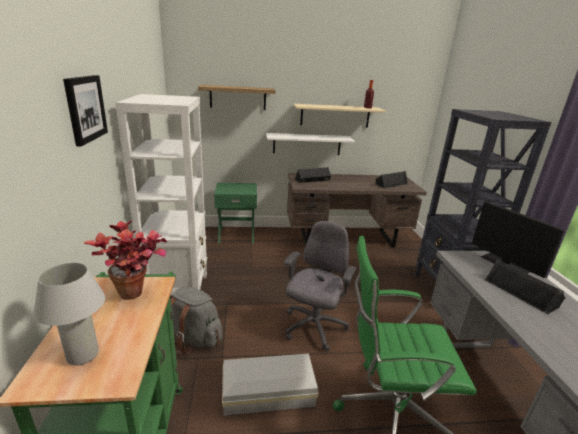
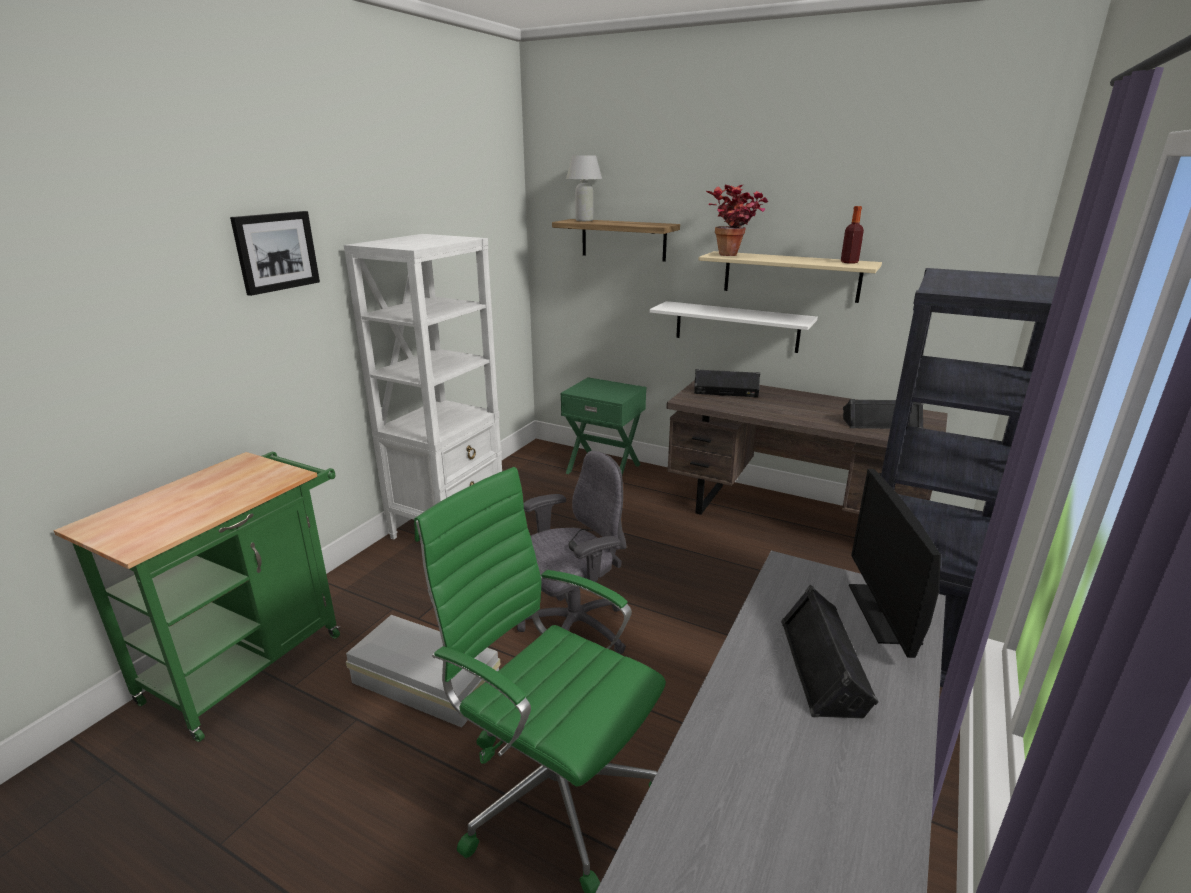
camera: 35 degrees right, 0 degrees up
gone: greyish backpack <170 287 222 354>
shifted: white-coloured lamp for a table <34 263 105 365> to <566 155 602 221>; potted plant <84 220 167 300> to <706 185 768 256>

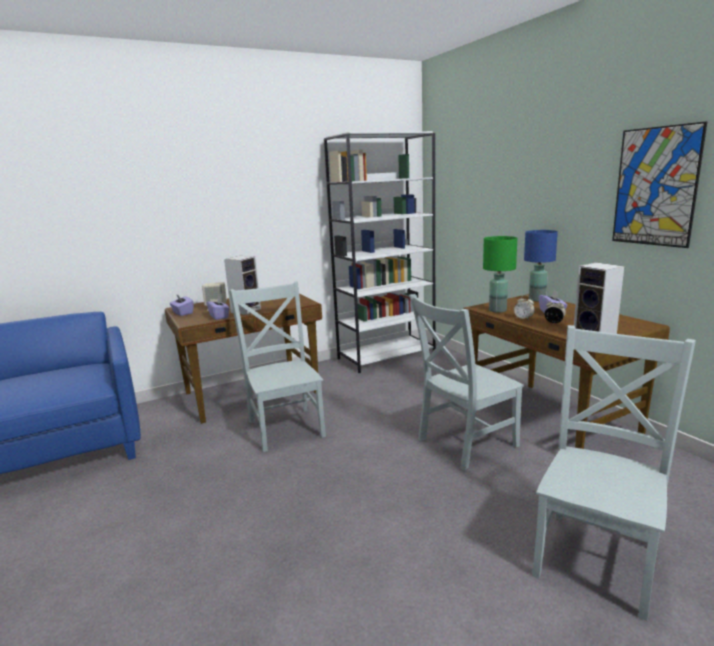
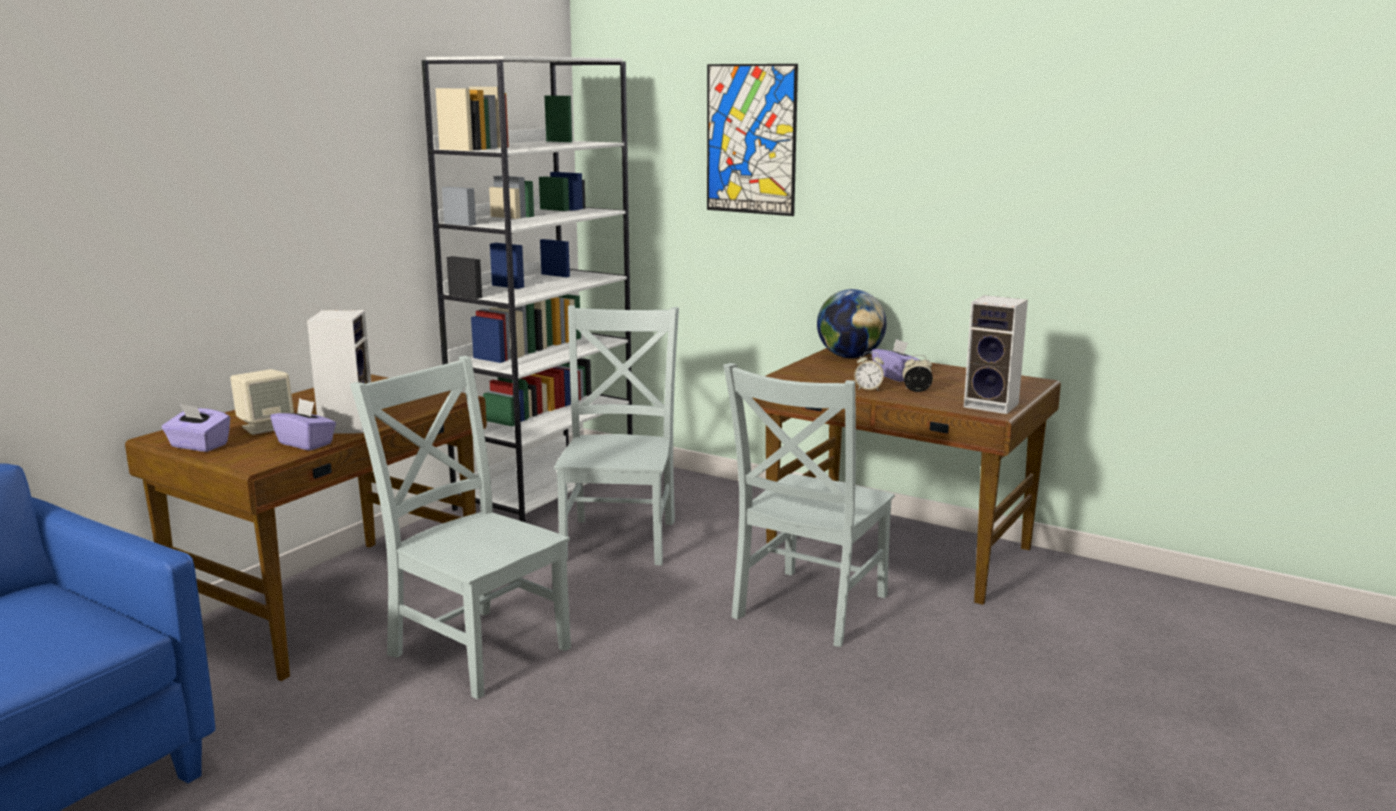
camera: 30 degrees left, 0 degrees up
gone: greenish lamp for a table <483 236 517 313>
shifted: greyish upright chair <532 325 696 621> to <554 305 679 565>; picture <612 121 708 248> to <707 64 798 216>
swapped: bluish lamp for a table <524 230 558 302> to world globe <817 289 887 358>

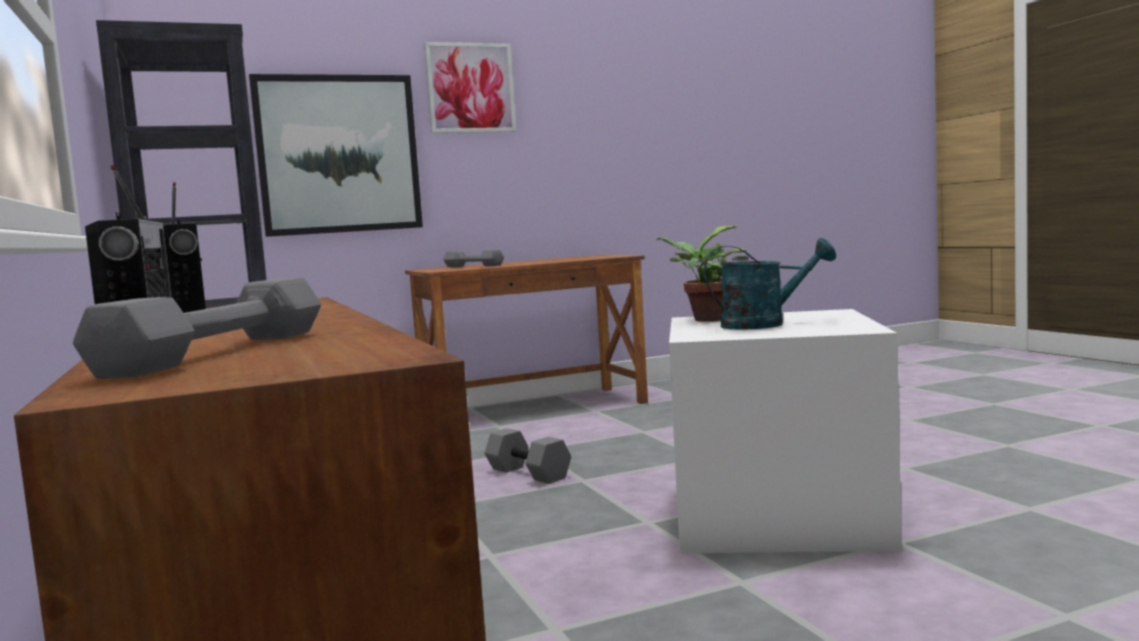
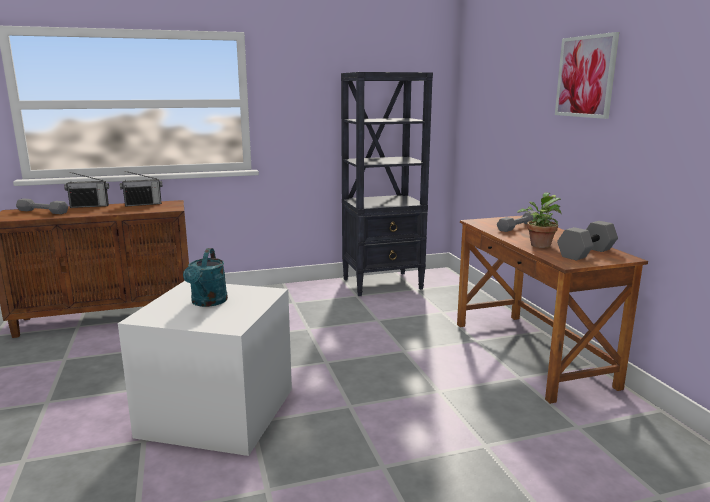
camera: 95 degrees right, 10 degrees up
gone: picture <249 74 423 237>
shifted: potted plant <656 226 749 322> to <517 192 562 248>; greyish free weight <485 428 571 484> to <557 221 618 260>

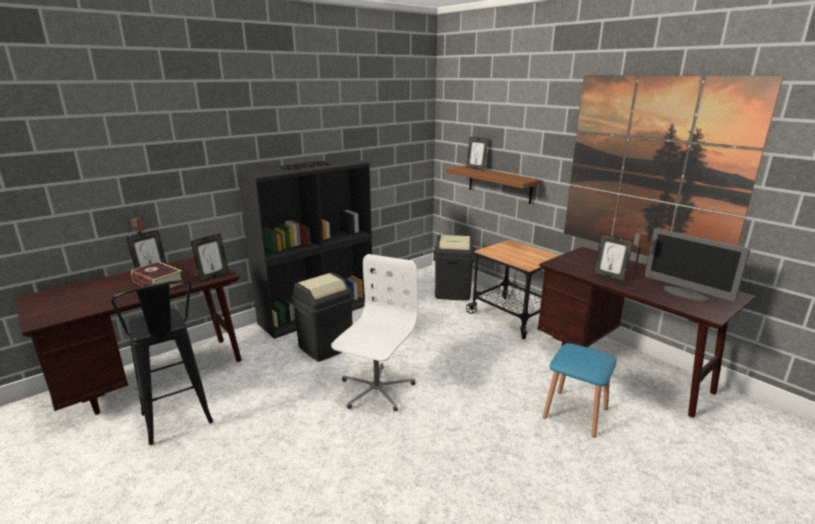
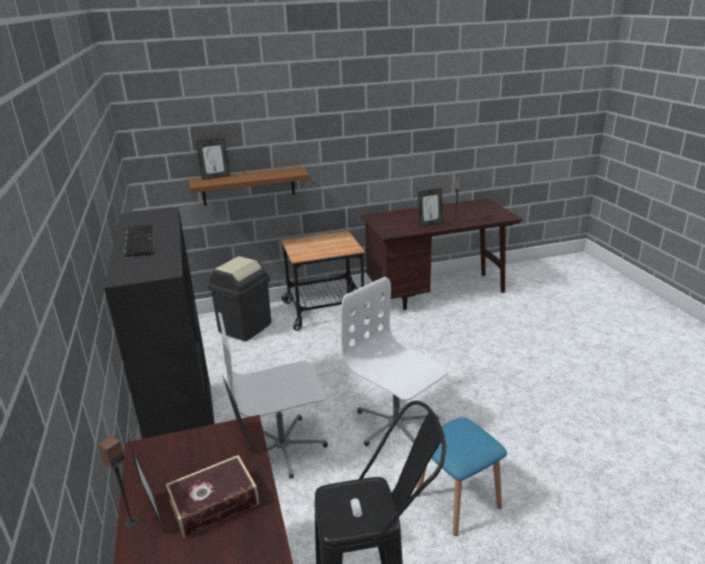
camera: 65 degrees left, 5 degrees up
gone: picture <564 75 783 256>; monitor <644 228 750 302>
shifted: bluish sitting stool <543 343 617 437> to <416 417 507 536>
swapped: blackish trash can <291 272 354 362> to white-coloured desk chair <218 312 328 479>

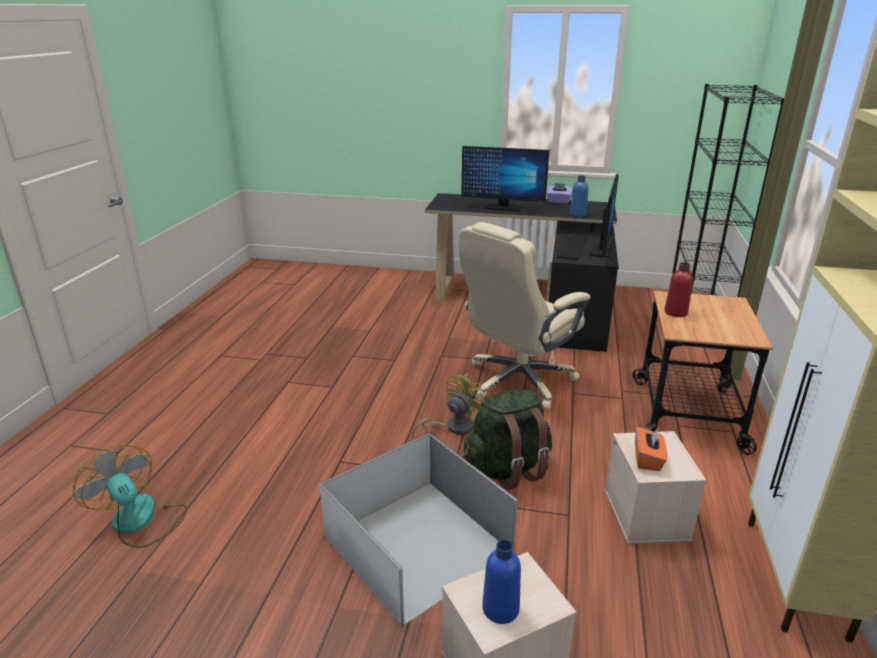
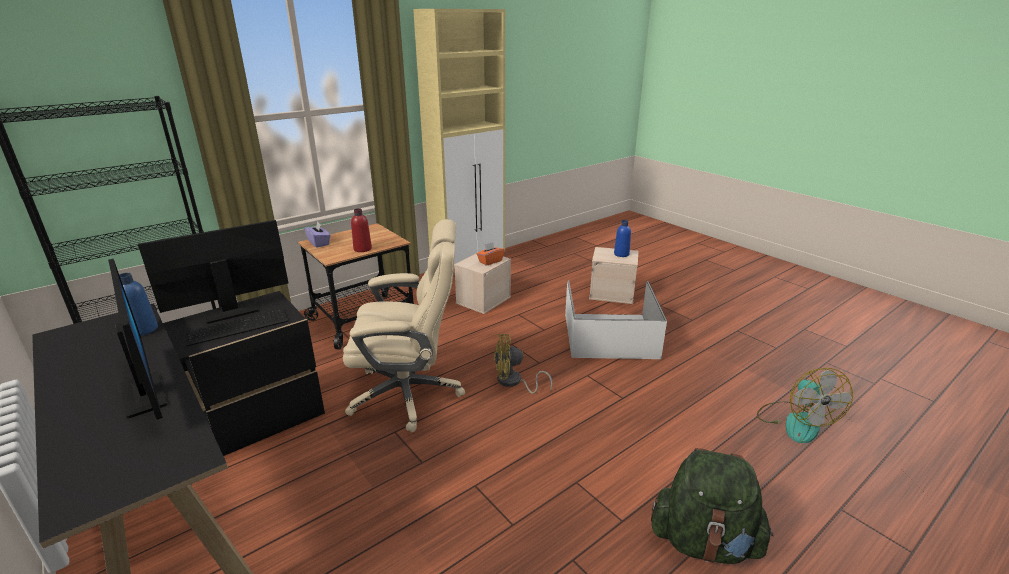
camera: 140 degrees left, 0 degrees up
shifted: purple-coloured tissue holder <547 183 573 204> to <304 221 331 248>; greenish backpack <463 390 552 490> to <651 448 774 564>

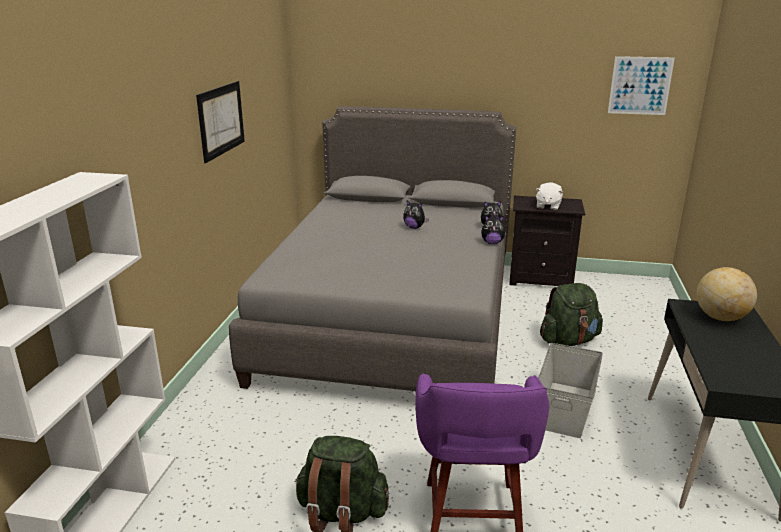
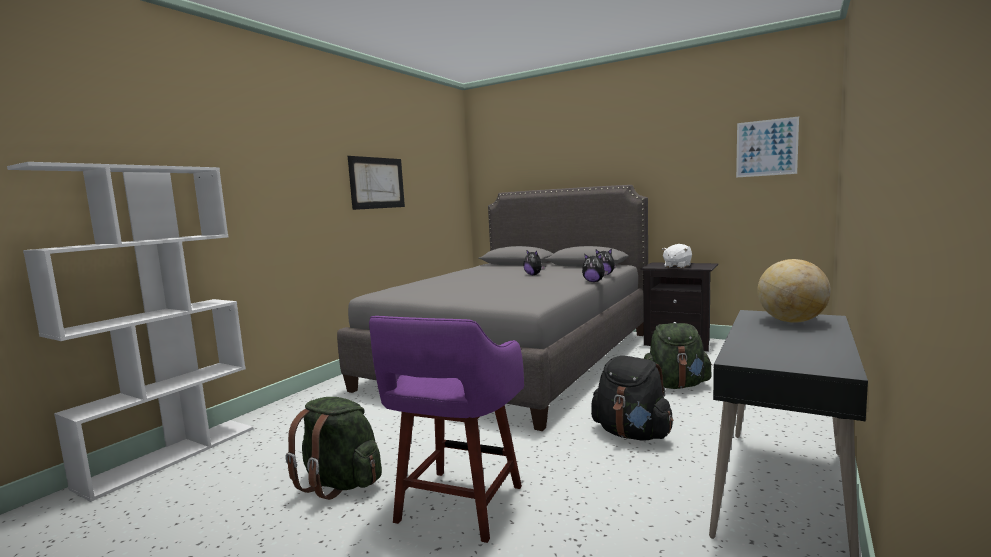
camera: 20 degrees right, 15 degrees down
swapped: greyish storage container <538 343 603 438> to blackish backpack <591 356 673 441>

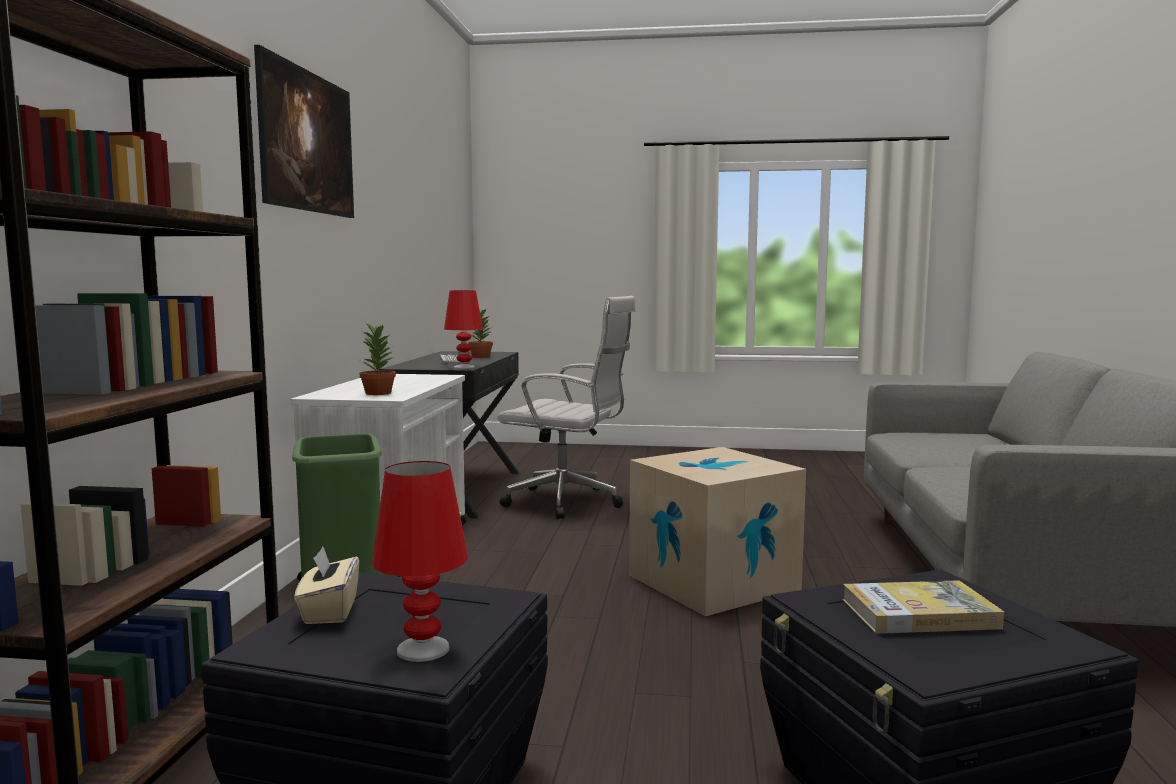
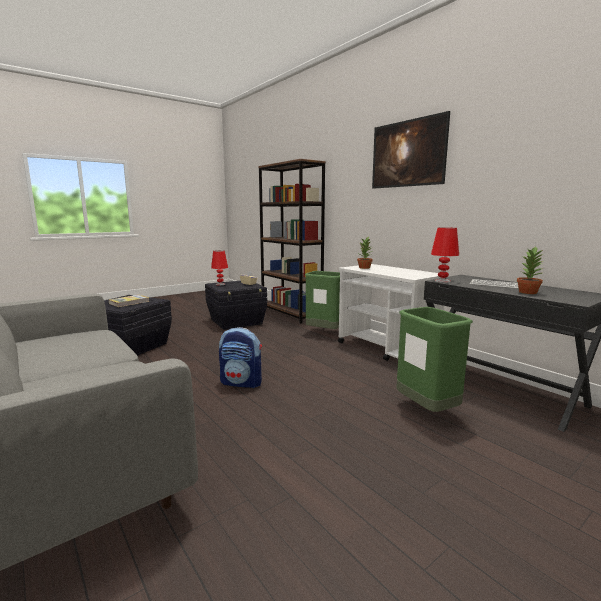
camera: 135 degrees right, 5 degrees up
swapped: cardboard box <629 447 806 616> to backpack <219 327 262 388>; white-coloured desk chair <497 296 636 519> to greenish trash can <396 307 473 412>

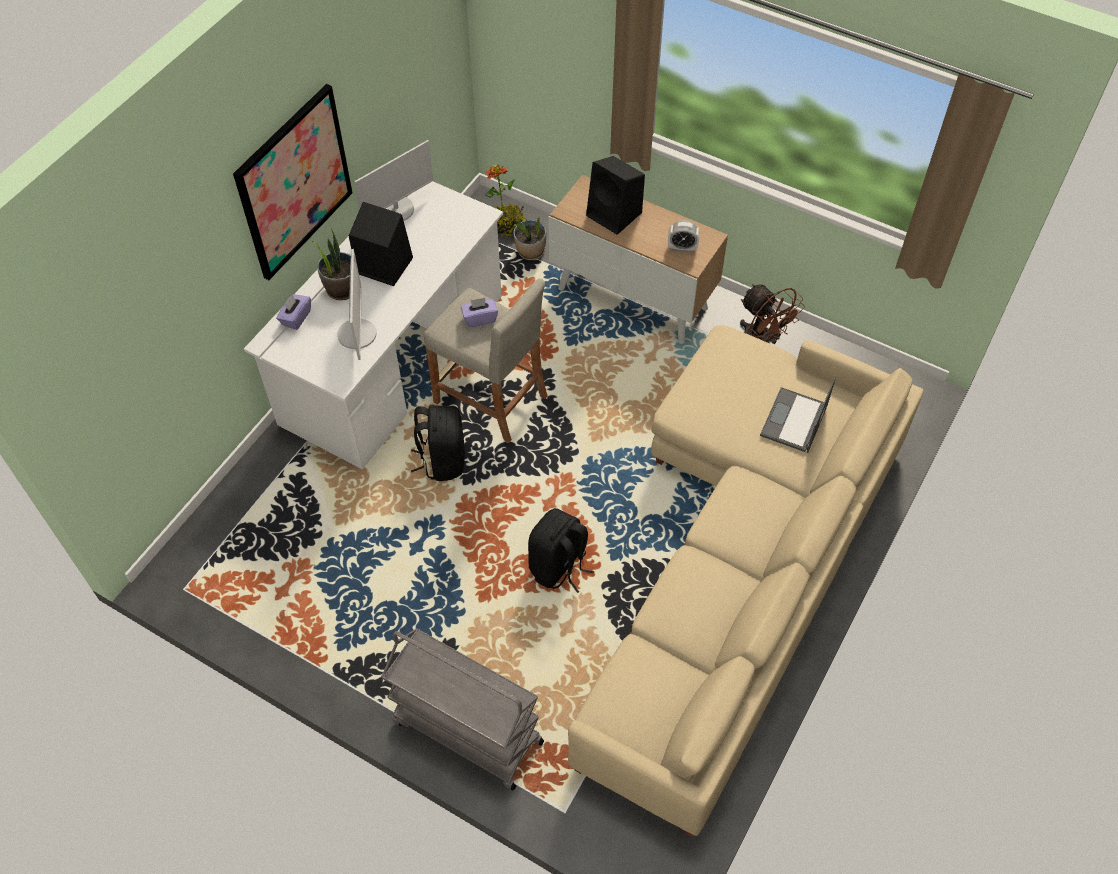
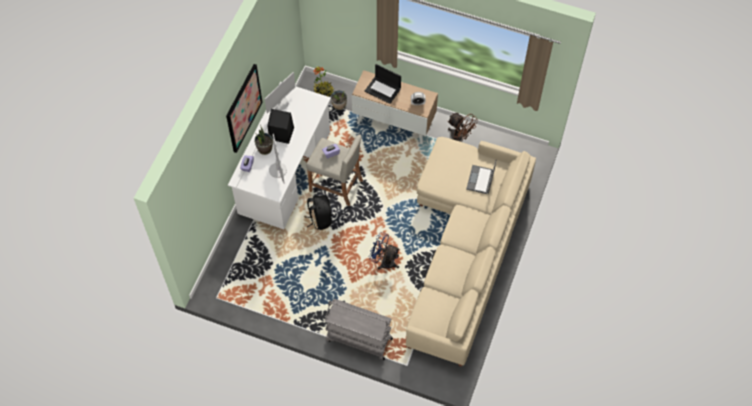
camera: 10 degrees left, 5 degrees up
swapped: blackish loudspeaker <586 156 645 235> to laptop <365 64 401 104>; blackish backpack <528 508 594 593> to bluish electric fan <369 232 400 270>

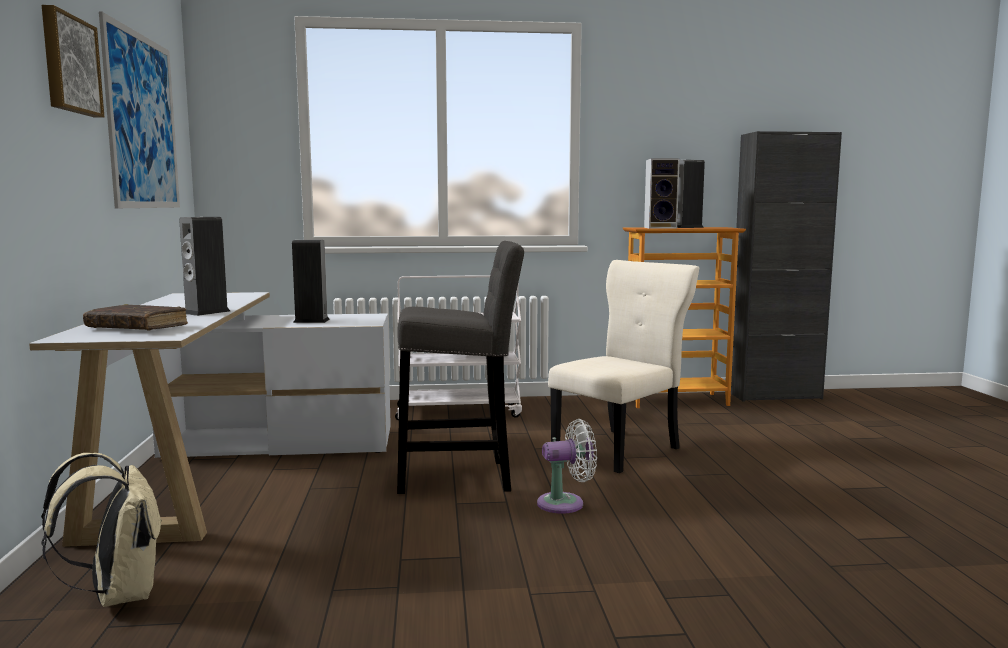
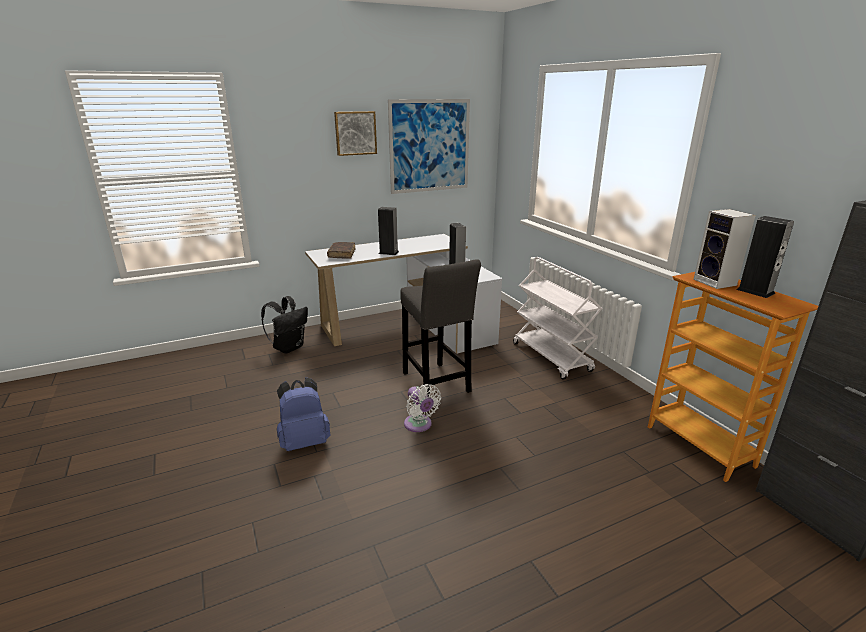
camera: 70 degrees right, 15 degrees up
gone: beige-coloured upright chair <548 260 699 473>
new: bluish backpack <277 377 330 451>
repainted: beige-coloured backpack <41 453 162 607> to blackish backpack <261 296 308 353>

